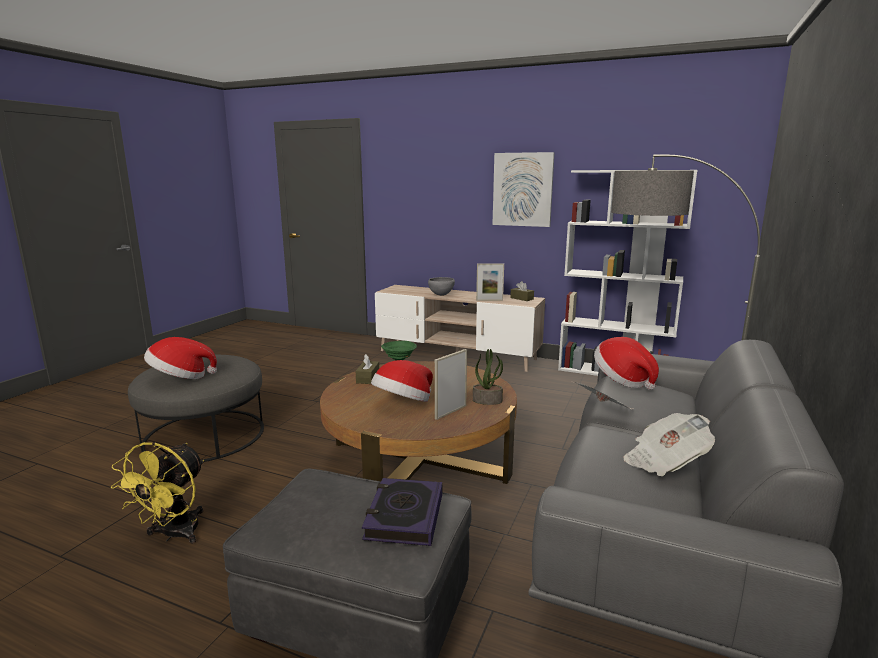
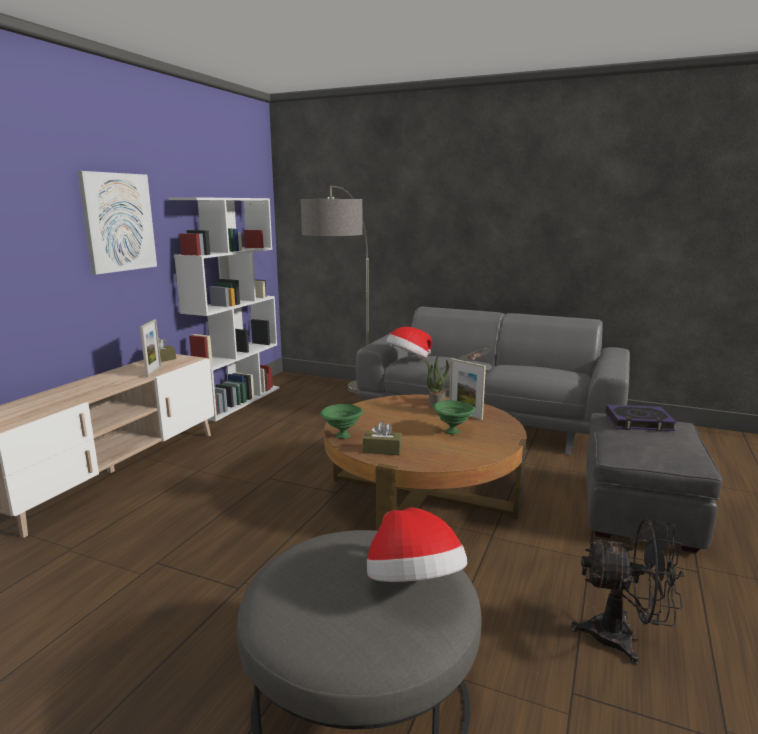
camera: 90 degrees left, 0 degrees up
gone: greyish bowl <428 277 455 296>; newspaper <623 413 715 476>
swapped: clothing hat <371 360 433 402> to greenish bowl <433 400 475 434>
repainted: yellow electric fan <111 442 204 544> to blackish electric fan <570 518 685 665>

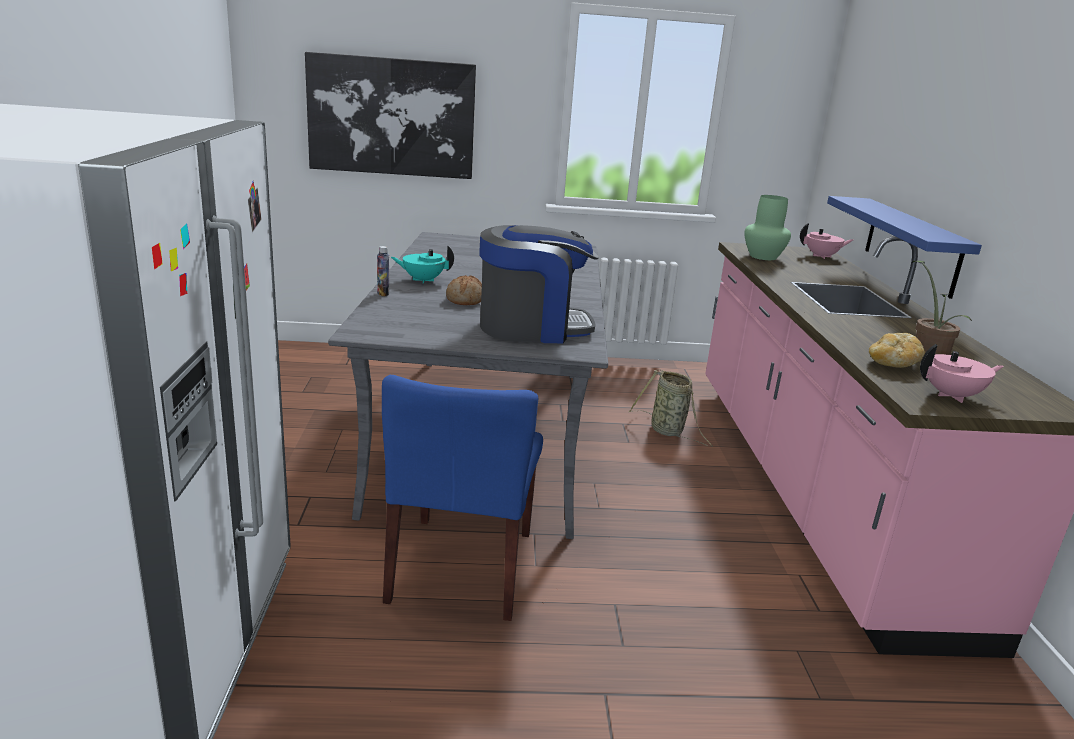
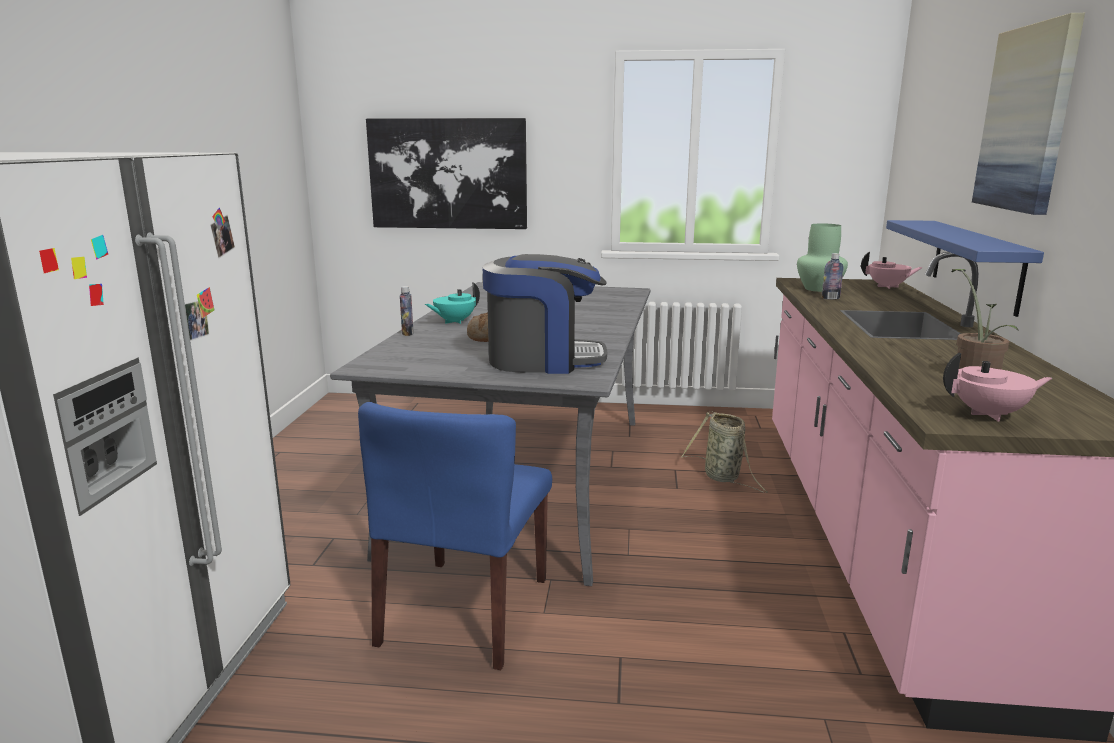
camera: 10 degrees right, 5 degrees down
gone: bakery bread <869 333 925 368>
new: beverage bottle <822 253 844 300>; picture <972 13 1085 215>
rotated: turquoise-coloured tea pot <391 245 454 283> = <425 282 480 324> 45 degrees counterclockwise

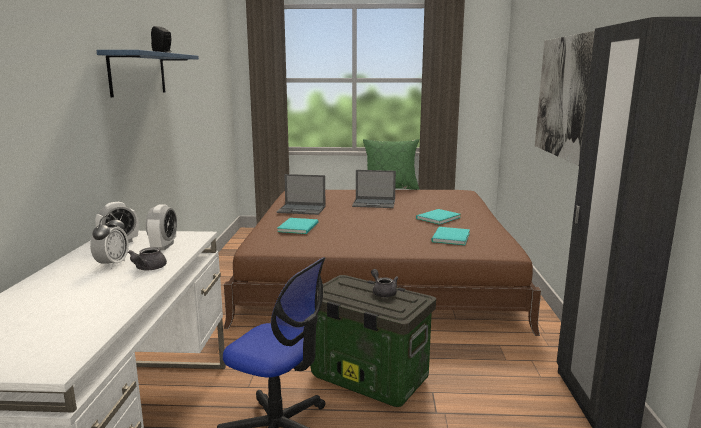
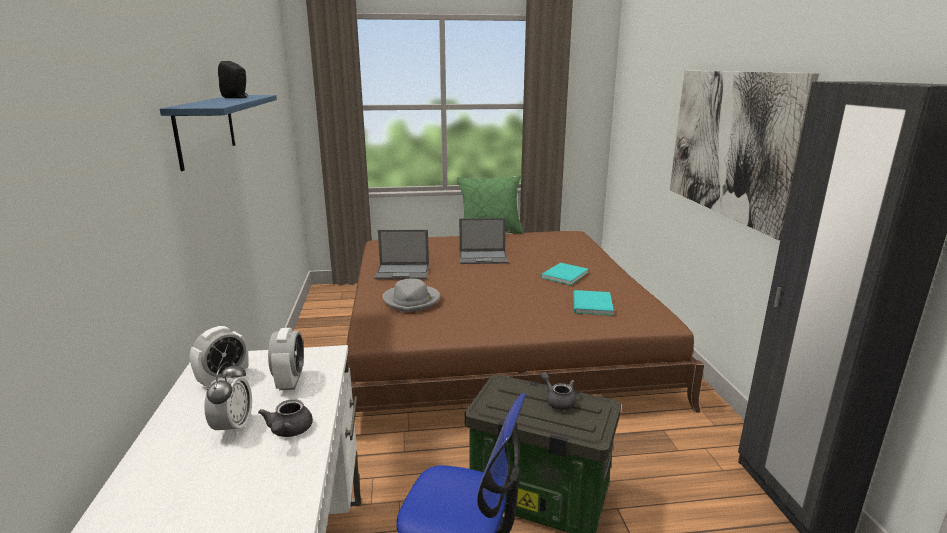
camera: 10 degrees left, 5 degrees up
swapped: turquoise-coloured book <277 218 318 234> to greyish clothing hat <383 279 440 312>

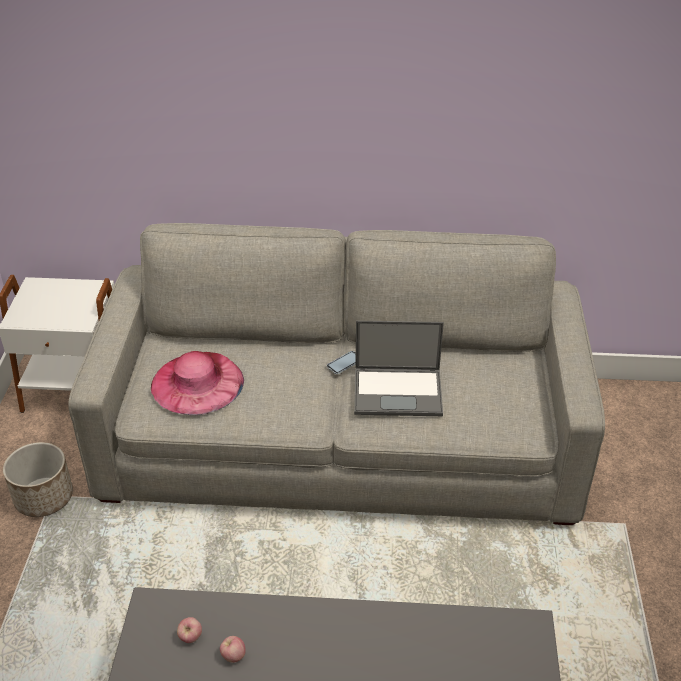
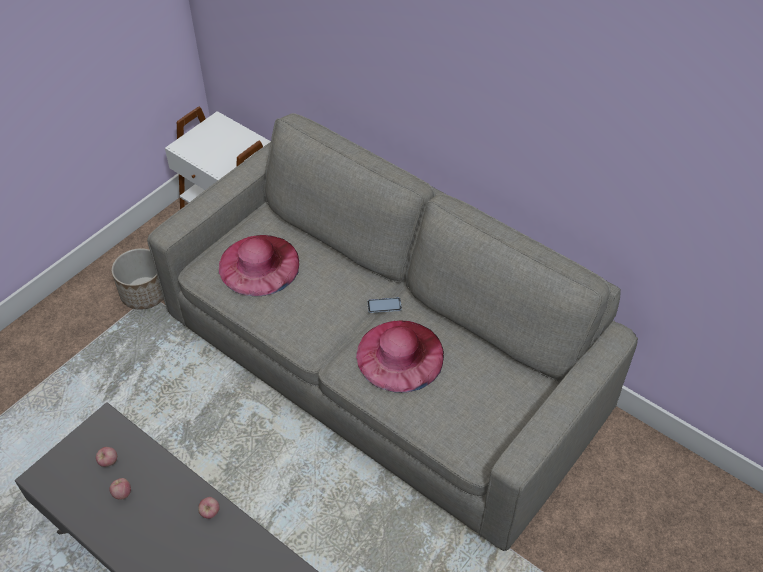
camera: 35 degrees right, 10 degrees up
new: apple fruit <198 497 220 519>
swapped: laptop <354 320 444 416> to pinkish clothing hat <356 320 444 393>

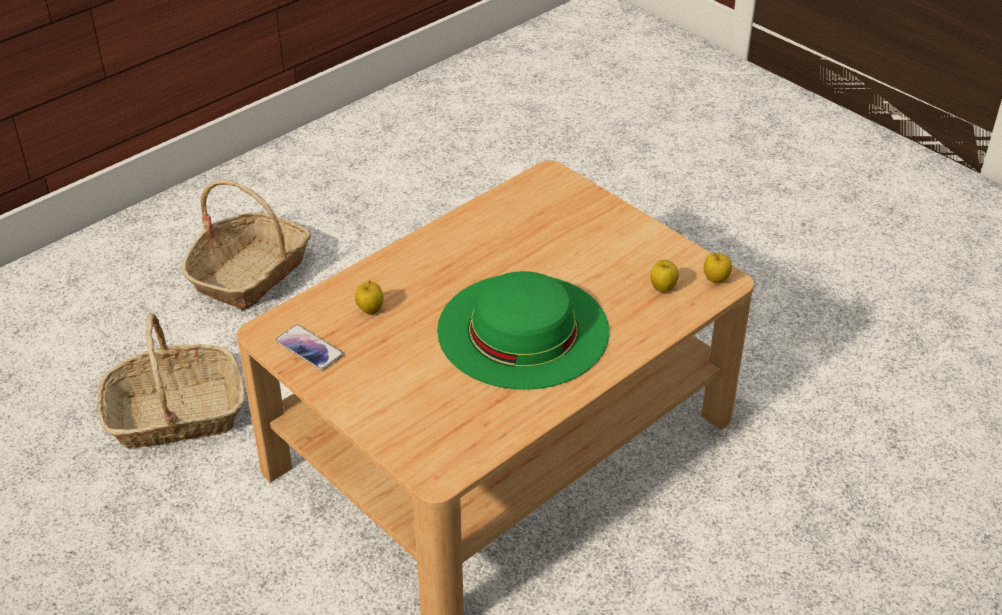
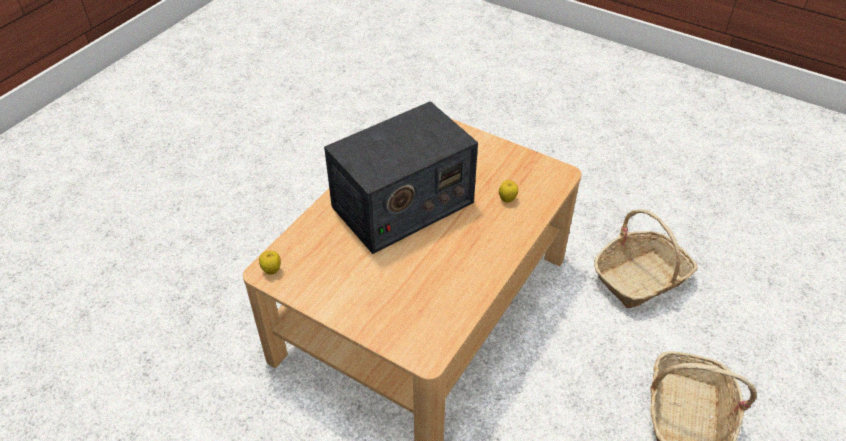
camera: 165 degrees right, 5 degrees up
gone: phone <275 325 344 371>; apple fruit <650 260 679 292>
swapped: greenish clothing hat <437 271 609 390> to radio set <324 101 478 254>

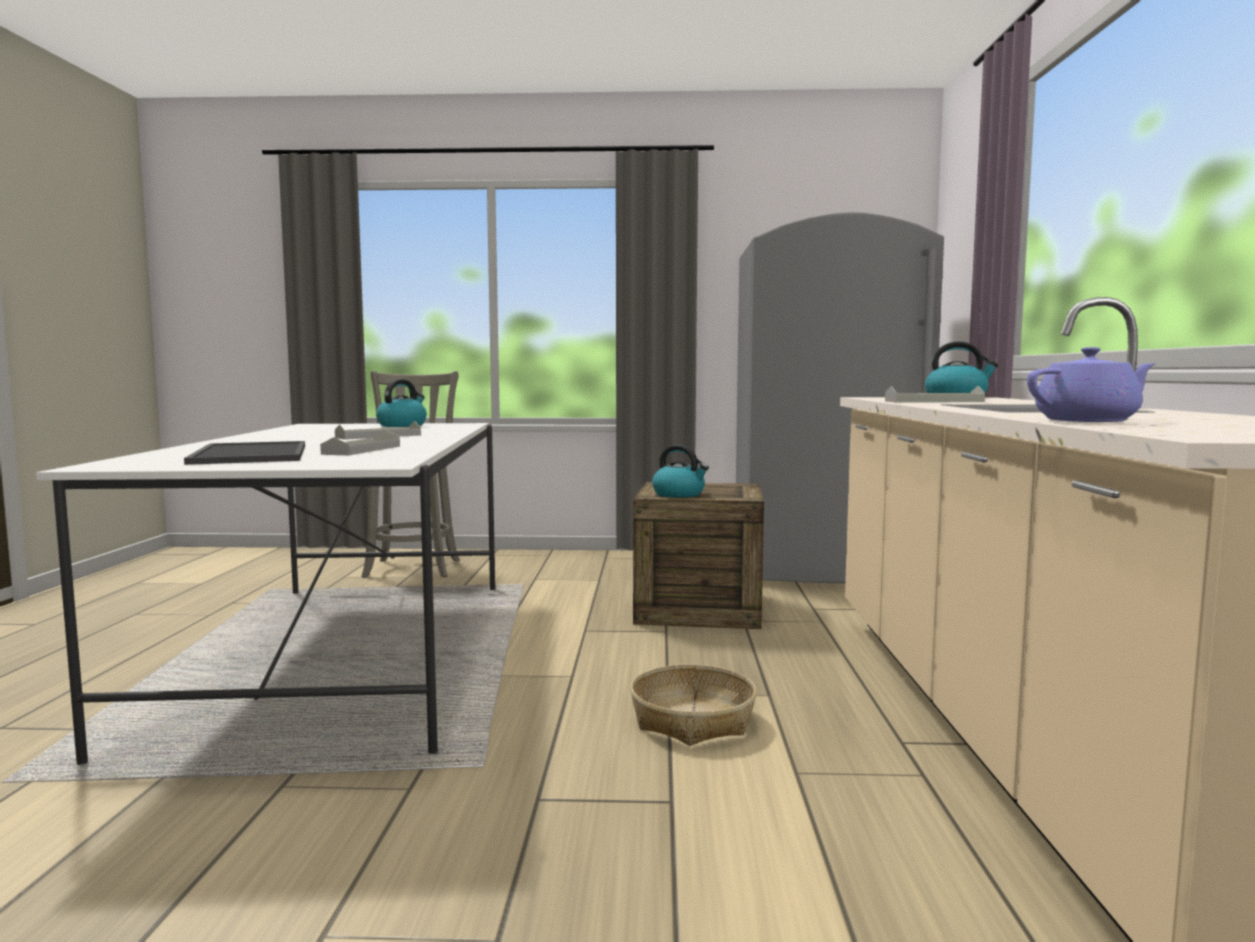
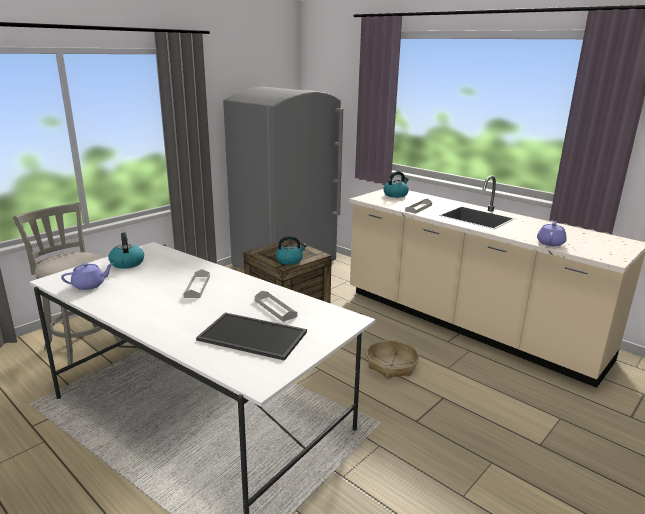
camera: 50 degrees left, 15 degrees up
new: purple-coloured tea pot <61 263 114 290>

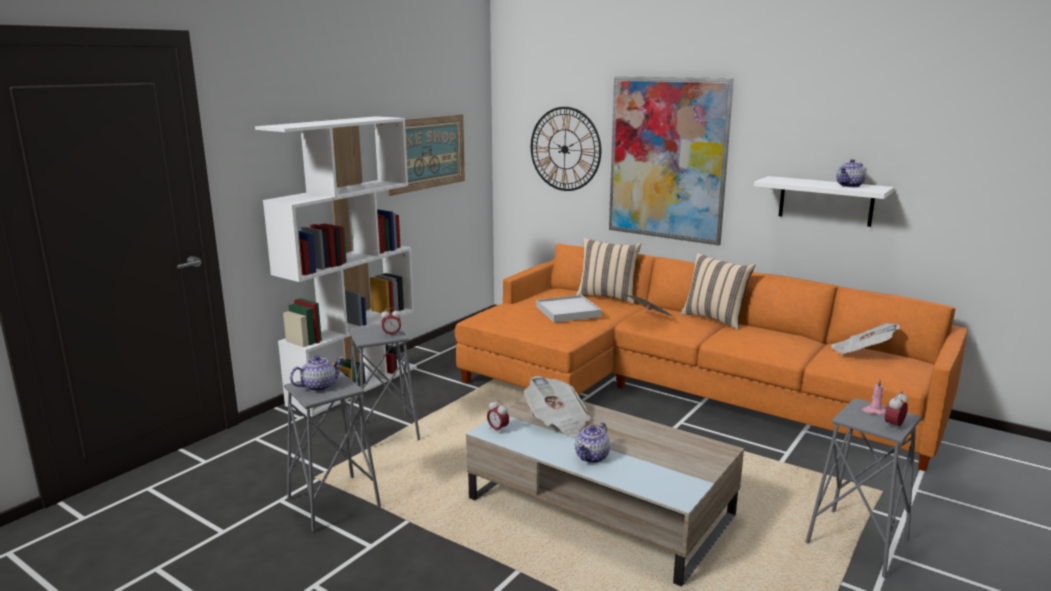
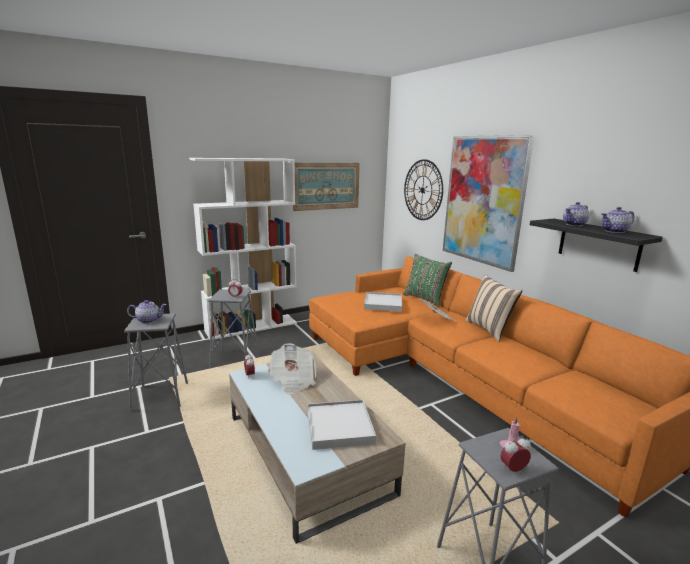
camera: 25 degrees right, 0 degrees up
gone: newspaper <831 323 900 355>
new: white-coloured tray <307 400 376 450>
shifted: tea pot <575 422 610 463> to <563 202 589 226>
repainted: beige-coloured cushion <576 238 641 304> to greenish cushion <403 254 452 307>; white-coloured shelf <754 176 894 227> to blackish shelf <530 219 663 272>

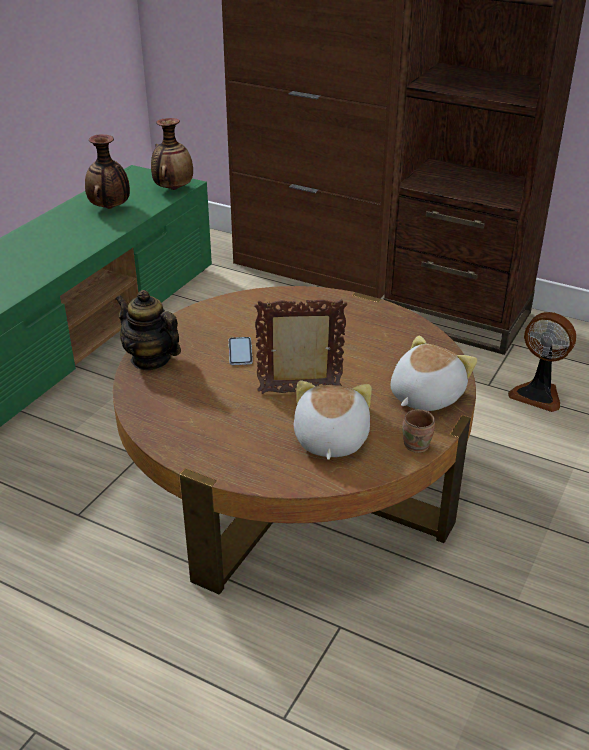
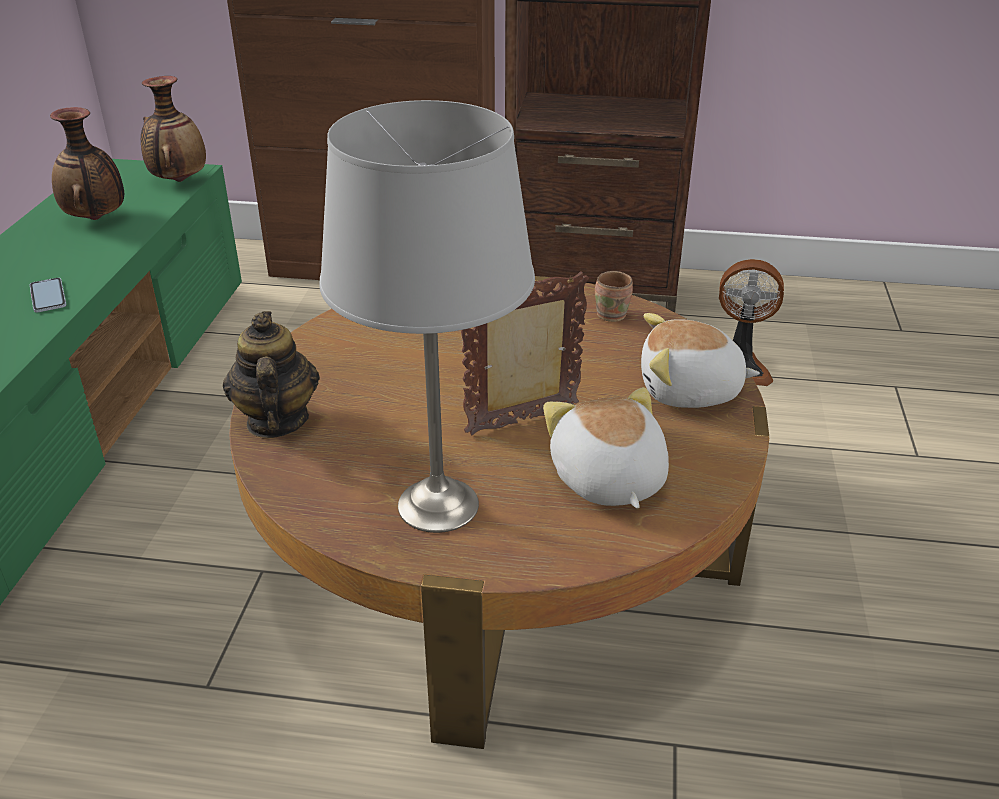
camera: 20 degrees left, 0 degrees up
new: greyish lamp for a table <319 100 535 533>
shifted: phone <229 337 253 365> to <29 278 67 312>; brownish coffee mug <402 409 435 453> to <595 271 633 322>
rotated: tea pot <115 290 181 370> = <223 311 320 438> 60 degrees clockwise; plush toy <391 335 477 411> = <641 313 760 408> 105 degrees counterclockwise

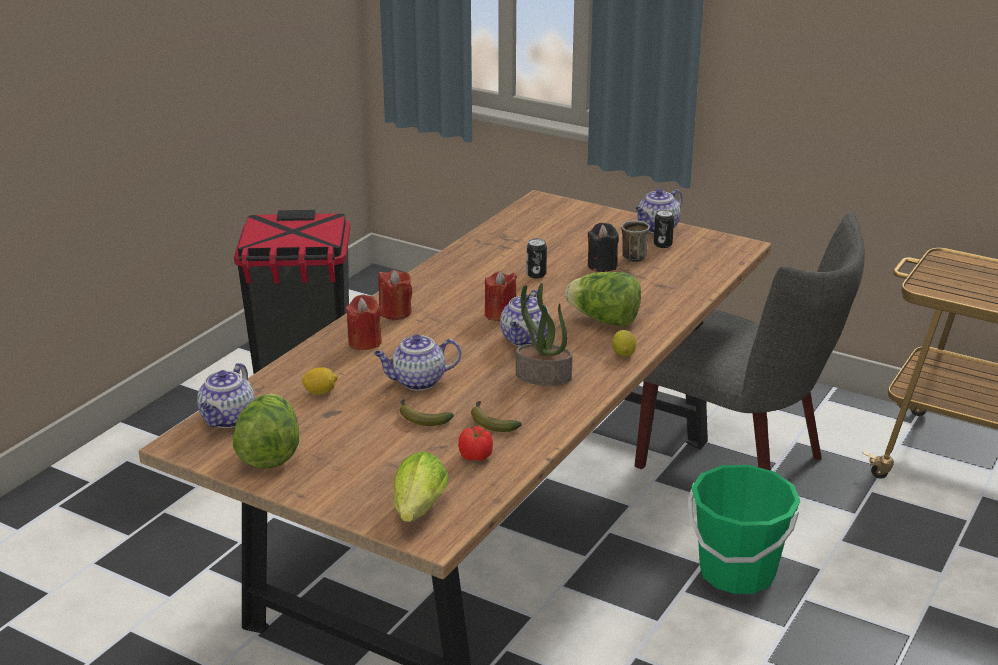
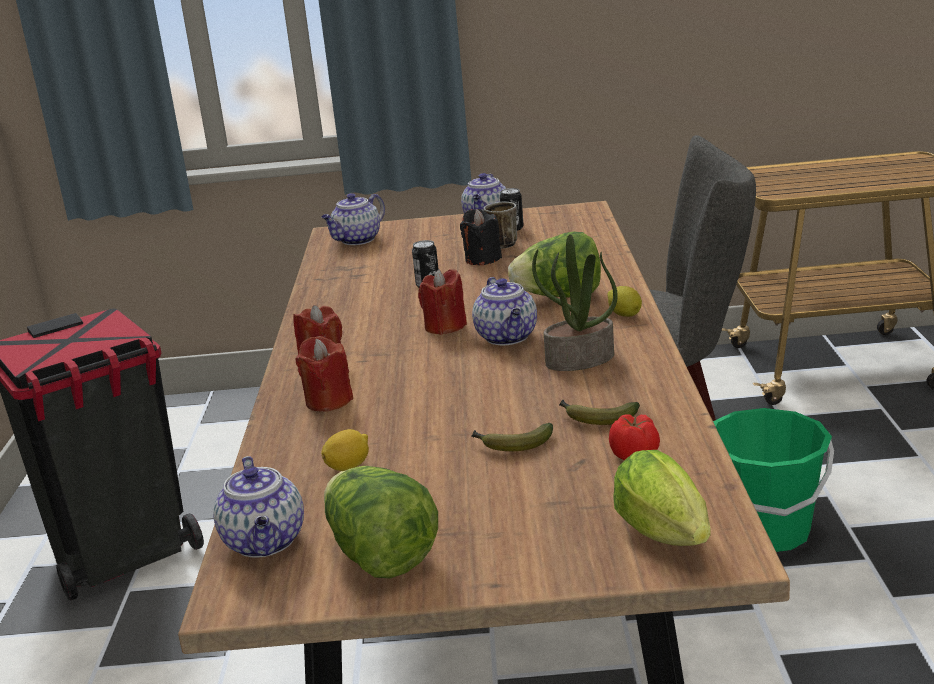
camera: 30 degrees left, 5 degrees down
shifted: tea pot <374 334 461 391> to <321 193 385 245>

